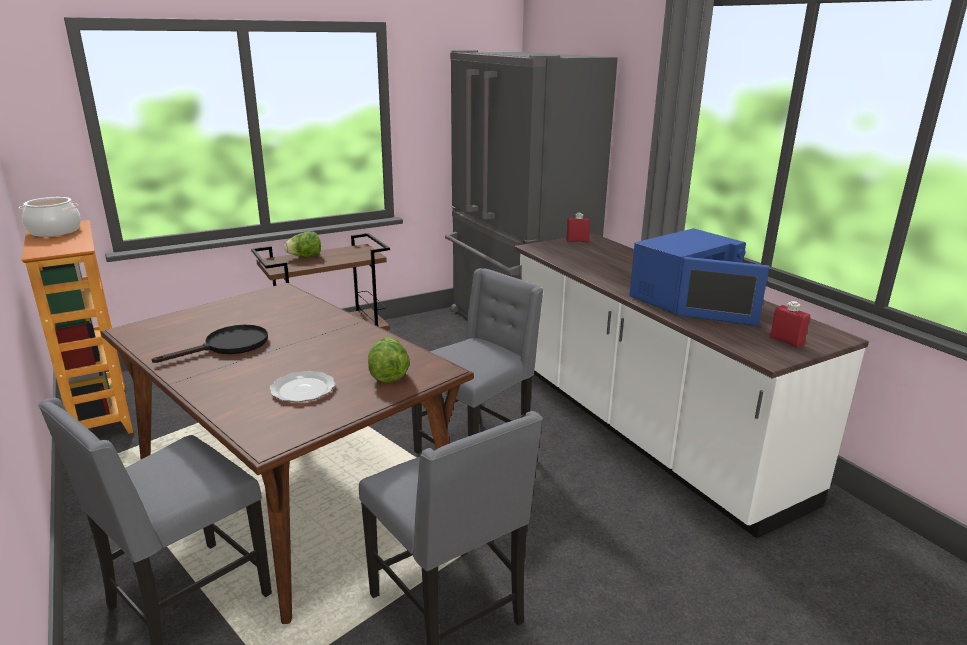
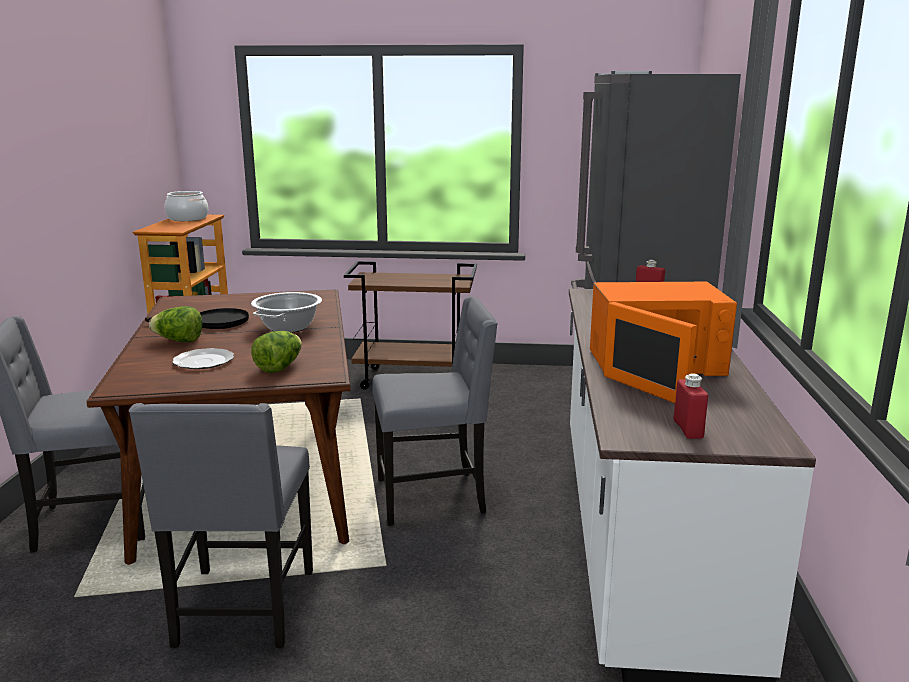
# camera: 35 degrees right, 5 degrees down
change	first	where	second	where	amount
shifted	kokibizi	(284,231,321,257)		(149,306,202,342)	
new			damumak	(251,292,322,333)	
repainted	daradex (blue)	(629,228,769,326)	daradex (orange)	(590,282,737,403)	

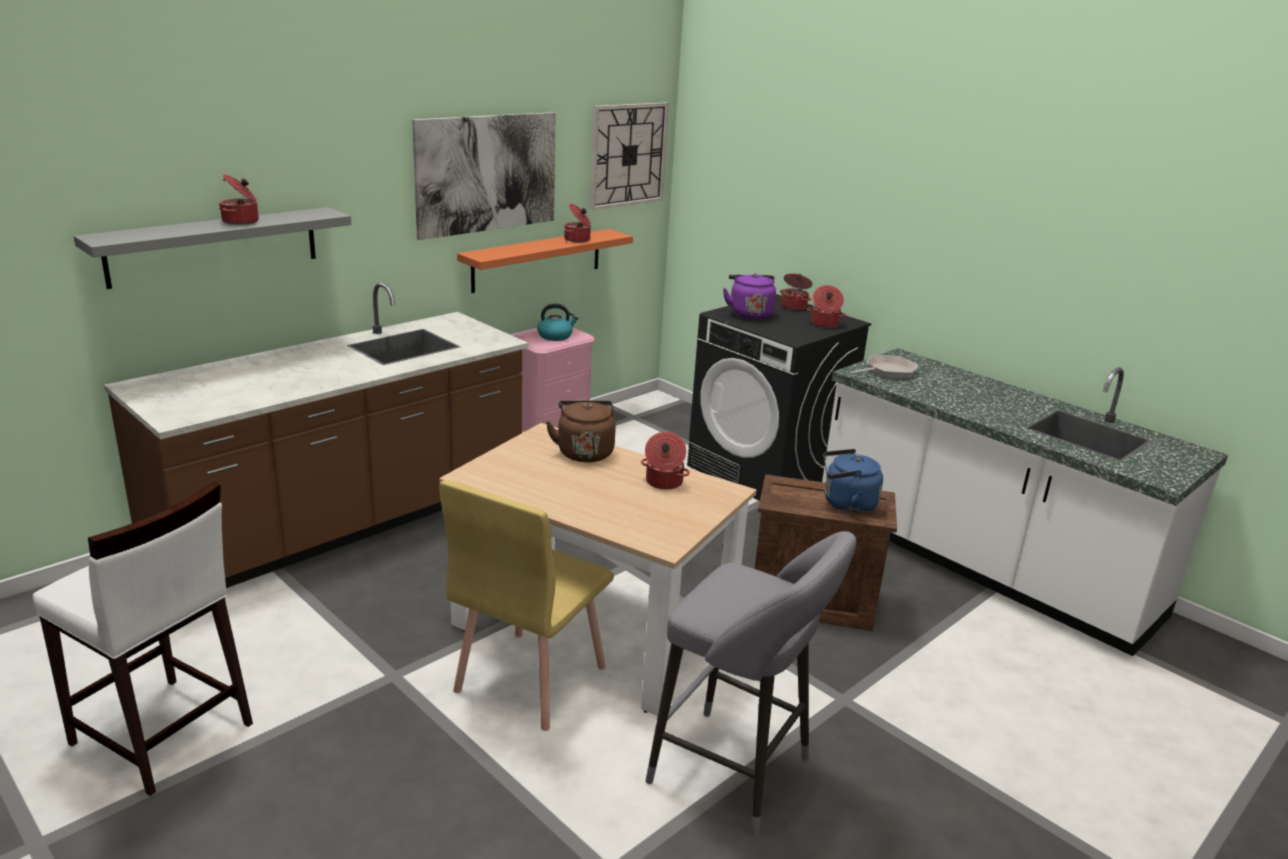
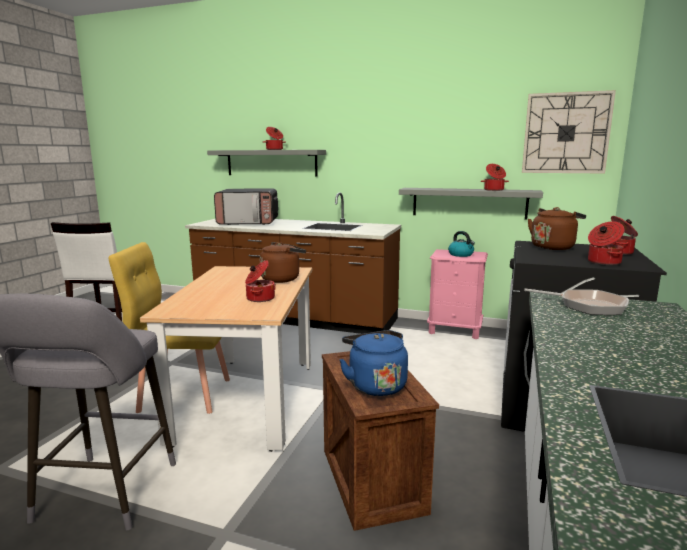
# camera: 65 degrees right, 10 degrees down
change	first	where	second	where	amount
new			daradex	(214,188,278,225)	
repainted	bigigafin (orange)	(457,229,633,293)	bigigafin (grey)	(399,188,543,220)	
repainted	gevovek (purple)	(723,273,776,320)	gevovek (brown)	(528,207,586,250)	
gone	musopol	(412,112,556,240)			

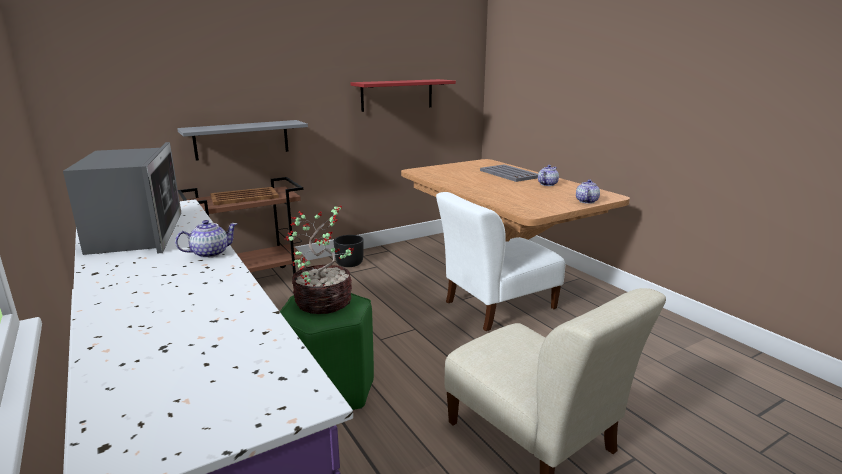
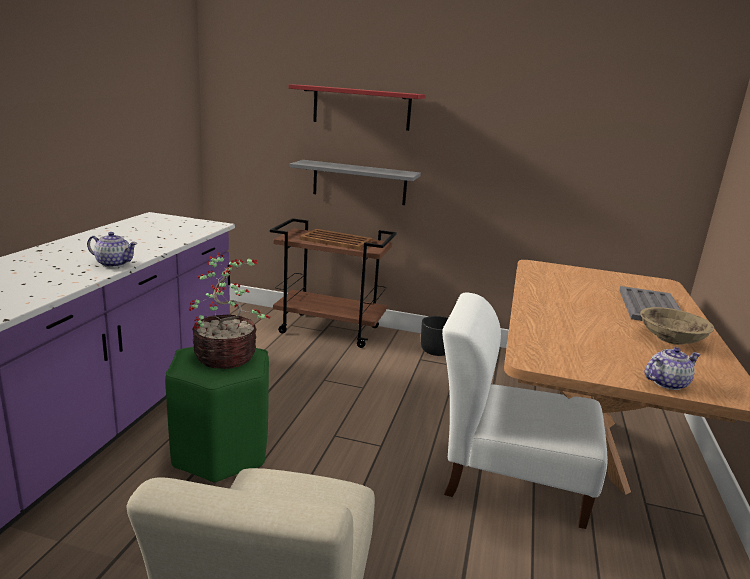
# camera: 45 degrees right, 0 degrees up
change	first	where	second	where	amount
shifted	bigigafin (red)	(350,79,456,112)		(288,84,426,131)	
swapped	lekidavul	(538,165,559,186)	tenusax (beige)	(640,307,714,345)	
gone	daradex	(63,142,181,255)			

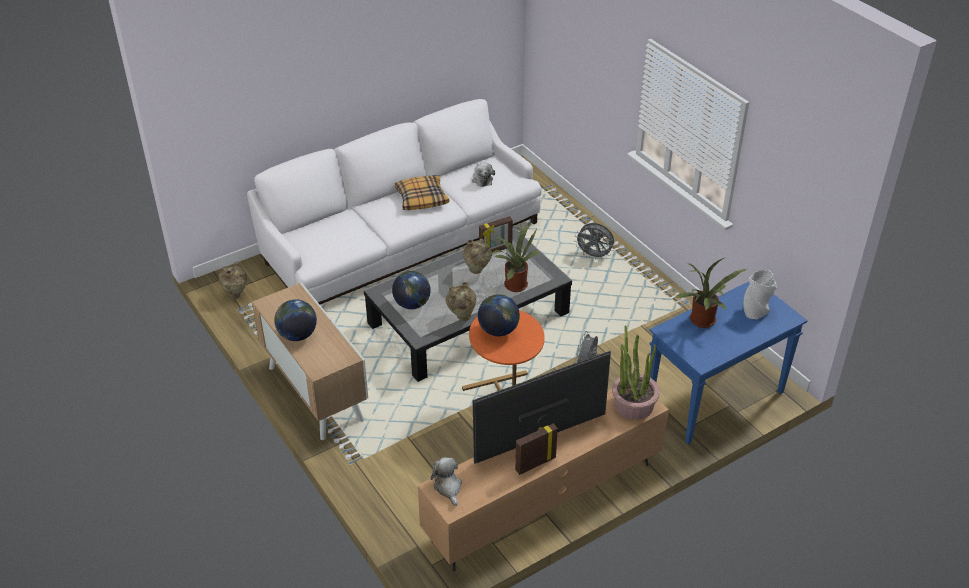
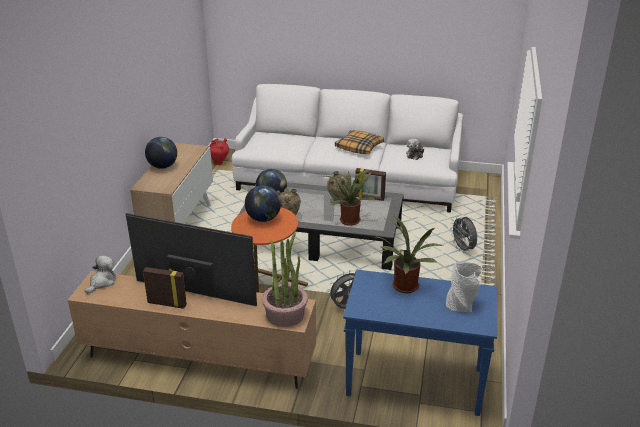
# camera: 45 degrees right, 10 degrees down
change	first	where	second	where	amount
repainted	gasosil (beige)	(218,262,247,300)	gasosil (red)	(209,139,229,165)	

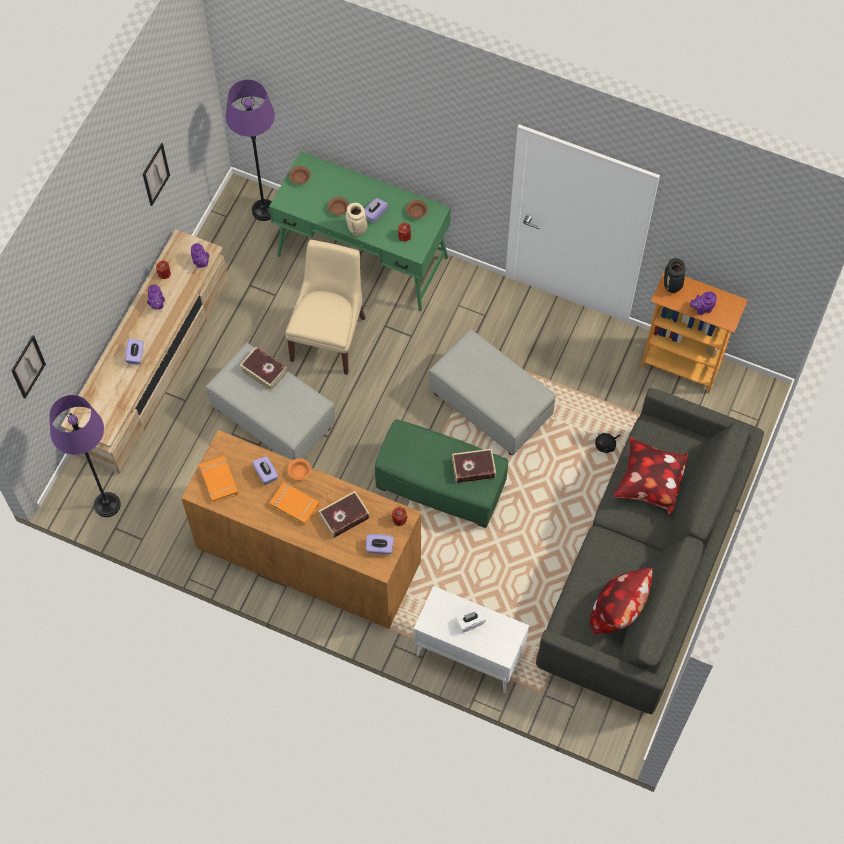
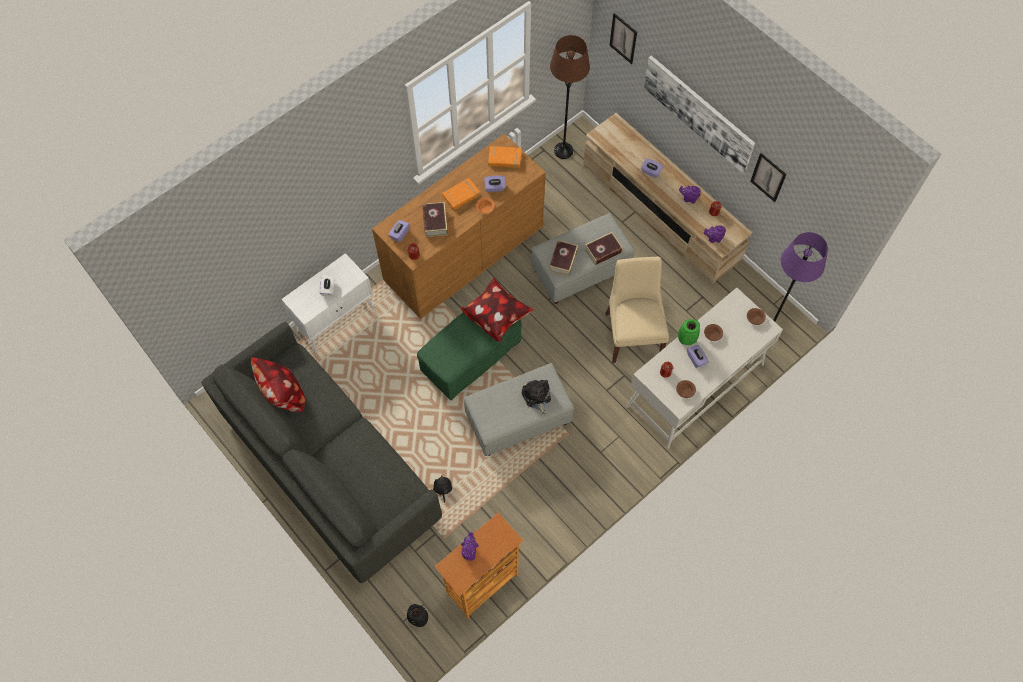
# camera: 115 degrees right, 0 degrees up
change	first	where	second	where	amount
shifted	gasosil (black)	(664,258,686,293)		(407,604,428,627)	
shifted	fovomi	(613,437,688,514)		(461,278,533,341)	
new			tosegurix	(522,380,551,414)	
shifted	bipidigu	(452,449,496,483)		(549,240,578,276)	
repainted	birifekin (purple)	(49,395,121,517)	birifekin (brown)	(550,35,590,159)	
rotated	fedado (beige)	(285,240,366,375)		(605,257,669,363)	135 degrees counterclockwise
repainted	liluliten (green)	(269,151,451,311)	liluliten (white)	(626,288,783,449)	
new			musopol	(643,56,755,173)	
repainted	gasosil (beige)	(346,203,367,236)	gasosil (green)	(678,319,700,345)	

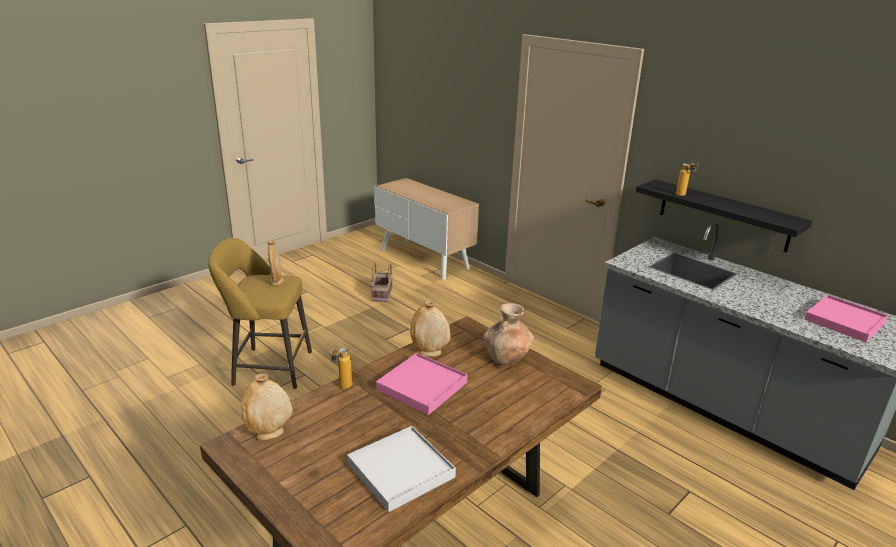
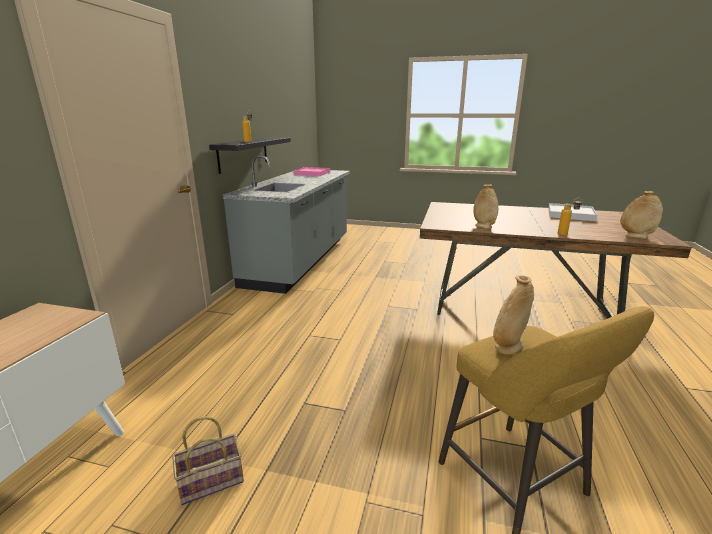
# camera: 120 degrees left, 5 degrees down
change	first	where	second	where	amount
gone	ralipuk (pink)	(376,353,467,415)			
gone	gasosil (brown)	(483,303,534,365)			

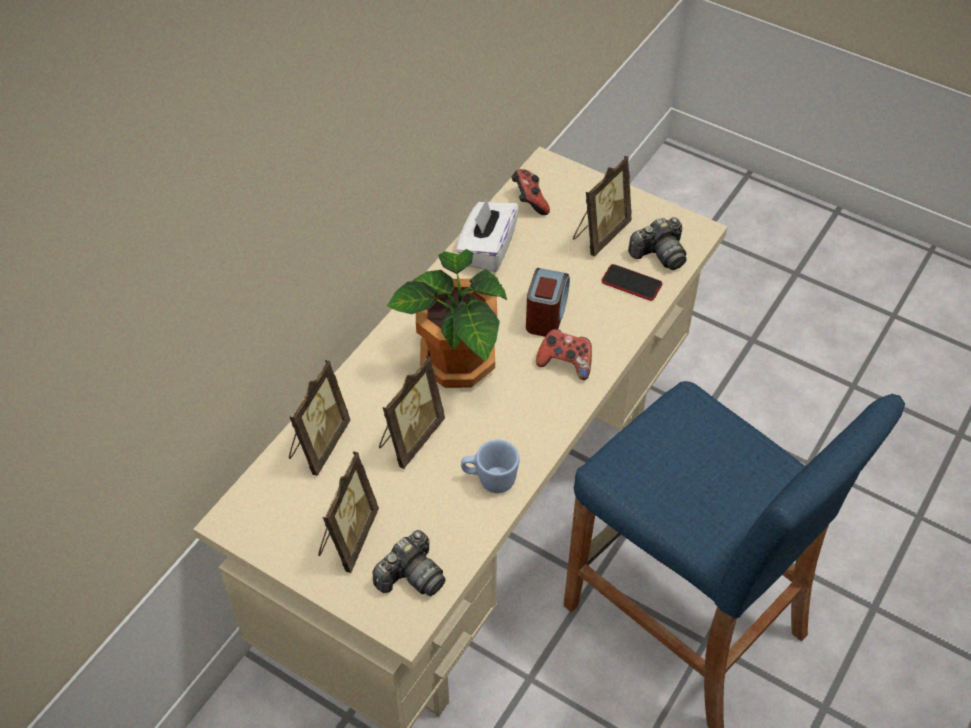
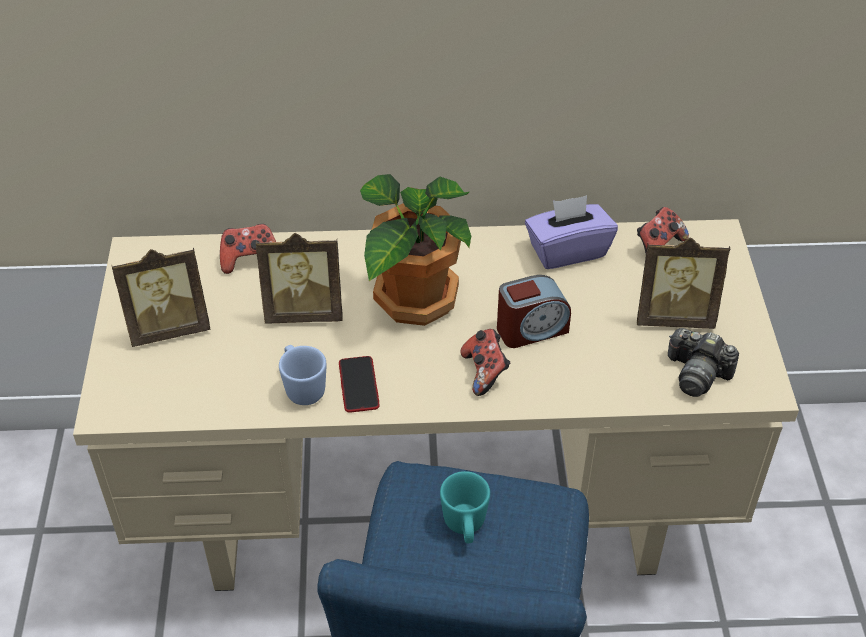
# camera: 55 degrees right, 5 degrees down
change	first	where	second	where	amount
swapped	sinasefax	(289,360,350,476)	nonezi	(220,224,276,274)	
shifted	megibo	(601,264,662,301)		(339,356,380,413)	
new			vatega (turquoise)	(440,471,490,543)	
repainted	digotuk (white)	(456,198,519,272)	digotuk (purple)	(525,195,618,269)	
gone	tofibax	(373,530,446,596)			

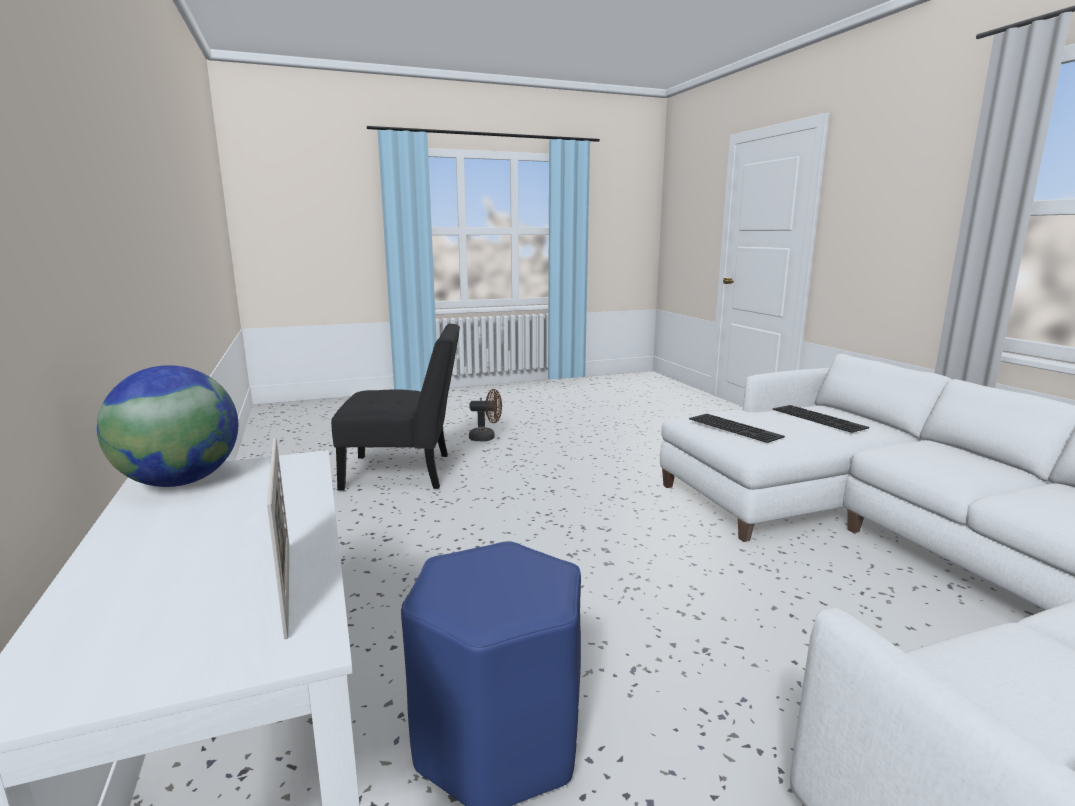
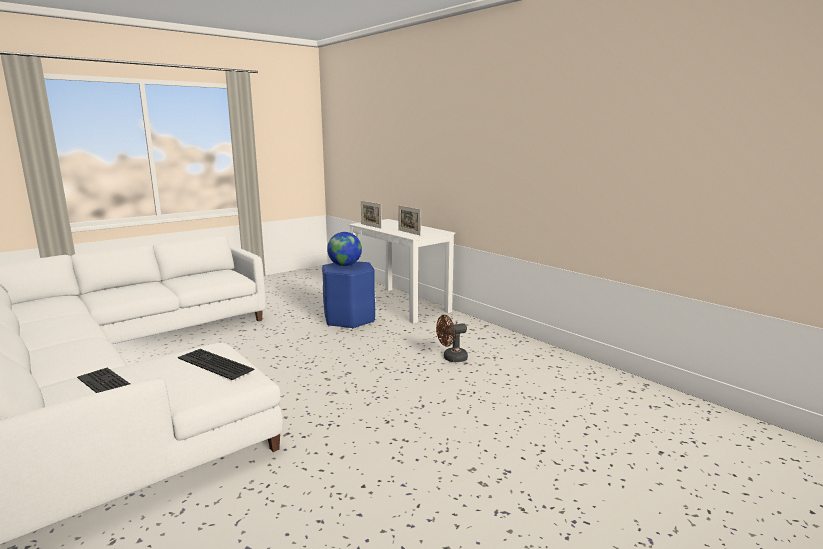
# camera: 160 degrees right, 0 degrees up
change	first	where	second	where	amount
shifted	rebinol	(97,365,238,487)		(327,232,362,266)	
new			sinasefax	(398,205,421,236)	
shifted	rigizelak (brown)	(469,389,502,441)		(436,315,468,362)	
gone	fedado (black)	(331,324,460,491)			

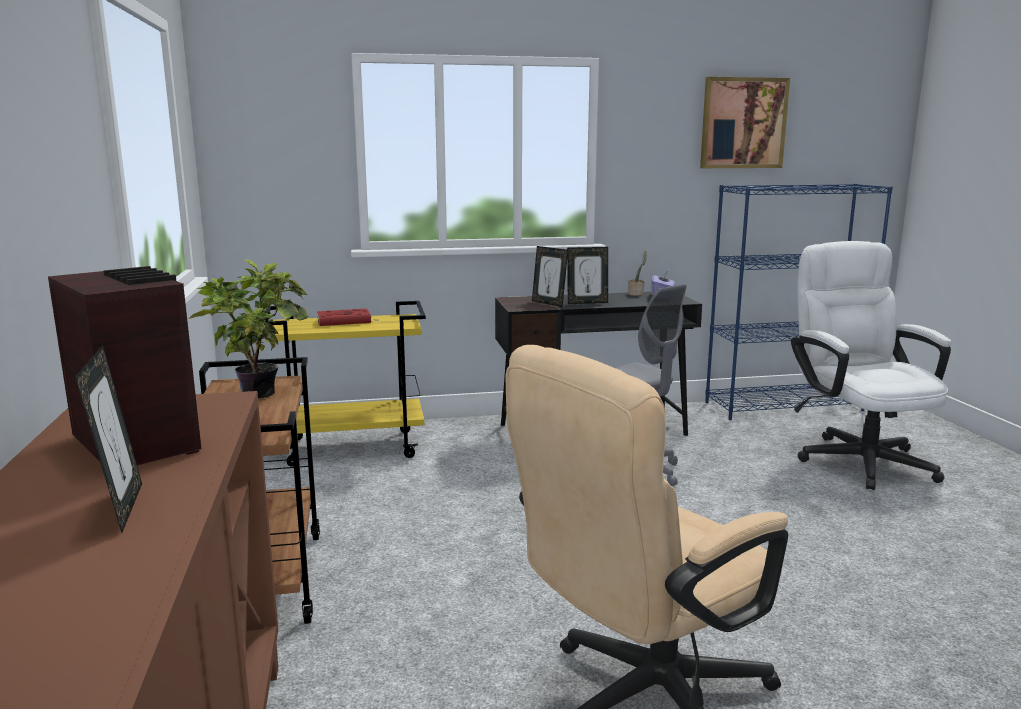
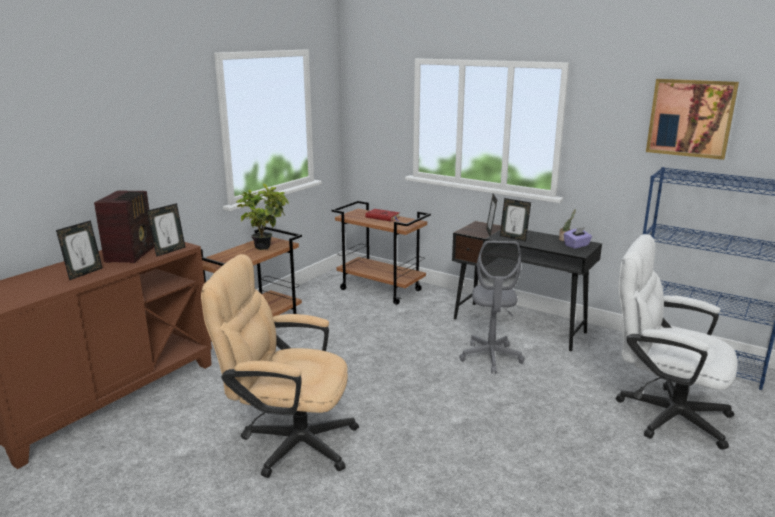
# camera: 45 degrees right, 5 degrees up
change	first	where	second	where	amount
new			sinasefax	(147,203,186,257)	
repainted	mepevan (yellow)	(261,301,426,467)	mepevan (brown)	(332,201,431,305)	
rotated	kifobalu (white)	(791,241,951,490)		(616,234,737,449)	90 degrees counterclockwise

